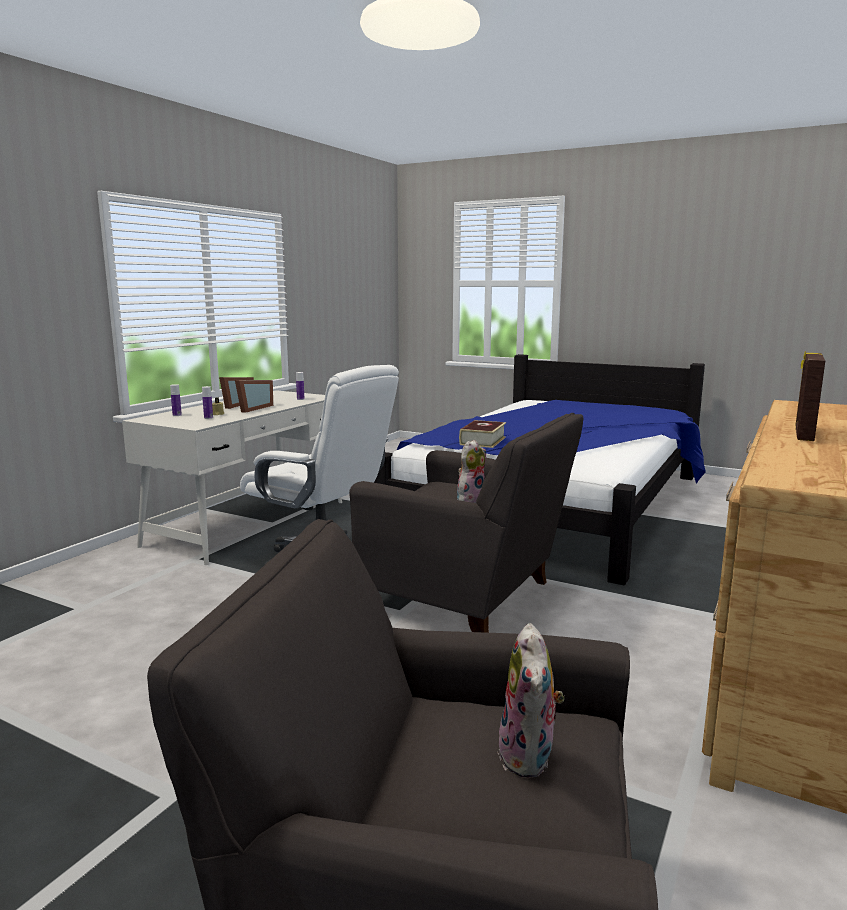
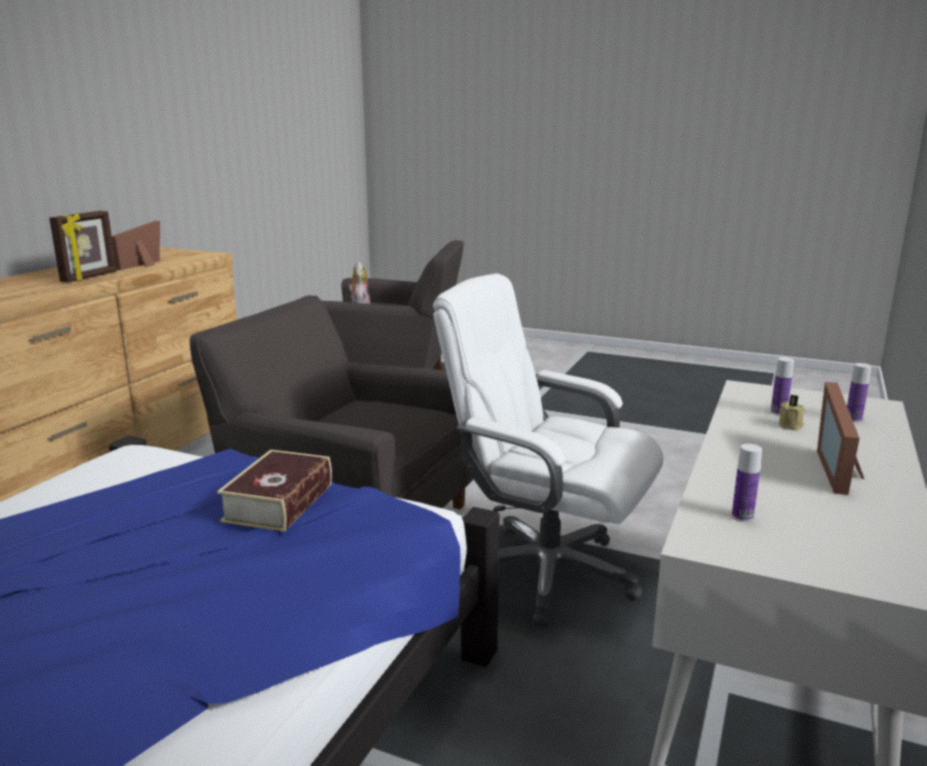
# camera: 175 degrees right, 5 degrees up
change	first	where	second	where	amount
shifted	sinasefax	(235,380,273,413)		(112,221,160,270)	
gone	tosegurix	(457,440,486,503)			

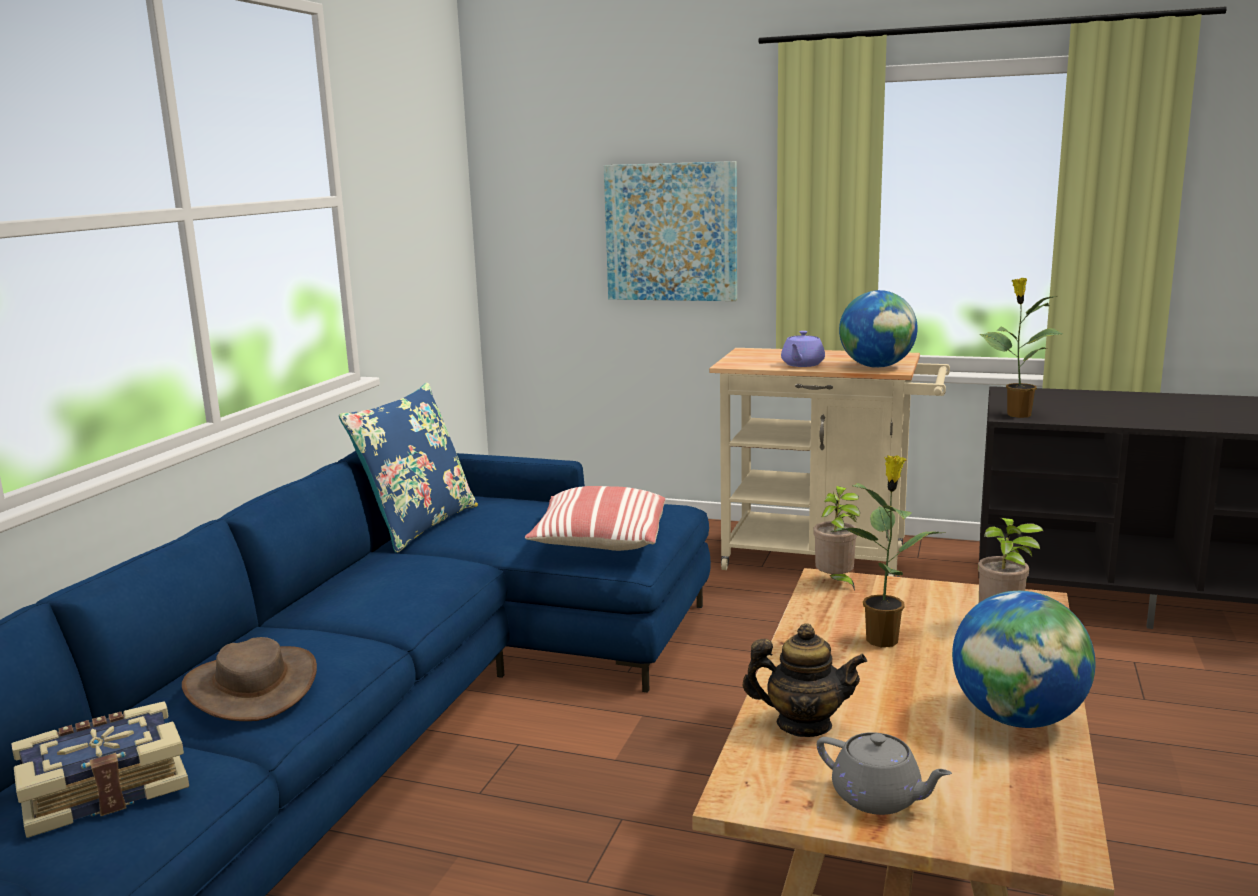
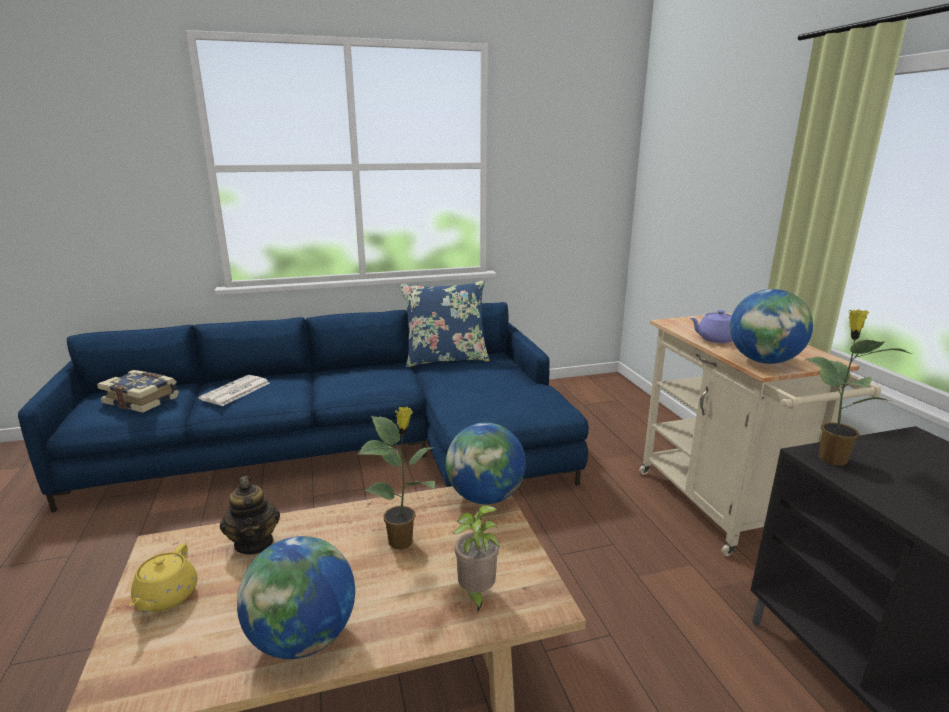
# camera: 55 degrees right, 5 degrees up
change	first	where	second	where	amount
repainted	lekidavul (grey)	(817,732,952,815)	lekidavul (yellow)	(129,544,198,613)	
swapped	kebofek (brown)	(182,637,317,721)	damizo	(198,375,270,406)	
swapped	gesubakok	(813,486,860,591)	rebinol	(446,423,526,504)	
gone	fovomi	(525,486,665,551)			
gone	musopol	(604,161,737,301)			

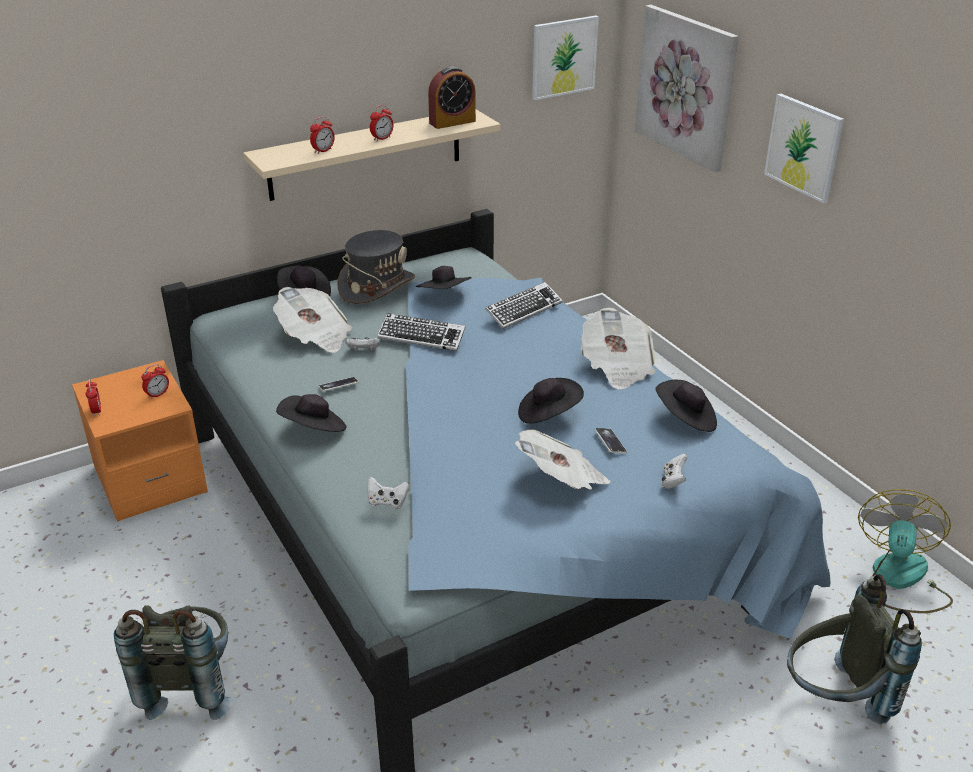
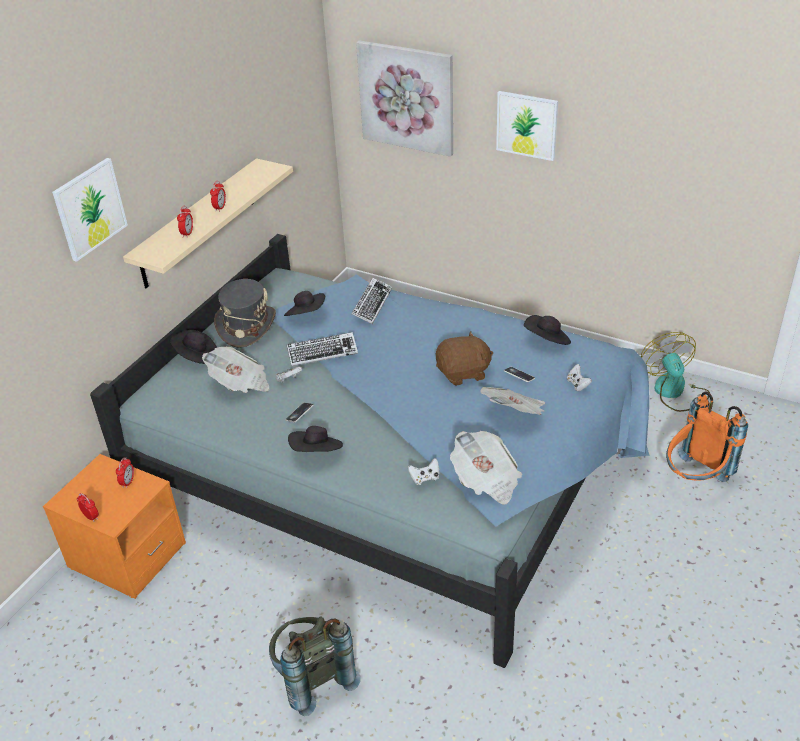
# camera: 30 degrees left, 5 degrees up
change	first	where	second	where	amount
shifted	musopol	(532,16,599,100)		(52,158,128,262)	
swapped	kebofek (black)	(518,378,584,424)	tosegurix (brown)	(436,331,493,386)	
shifted	damizo	(581,308,655,390)		(450,431,522,505)	
repainted	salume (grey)	(787,574,922,724)	salume (orange)	(666,391,748,482)	
gone	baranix	(428,66,476,129)			

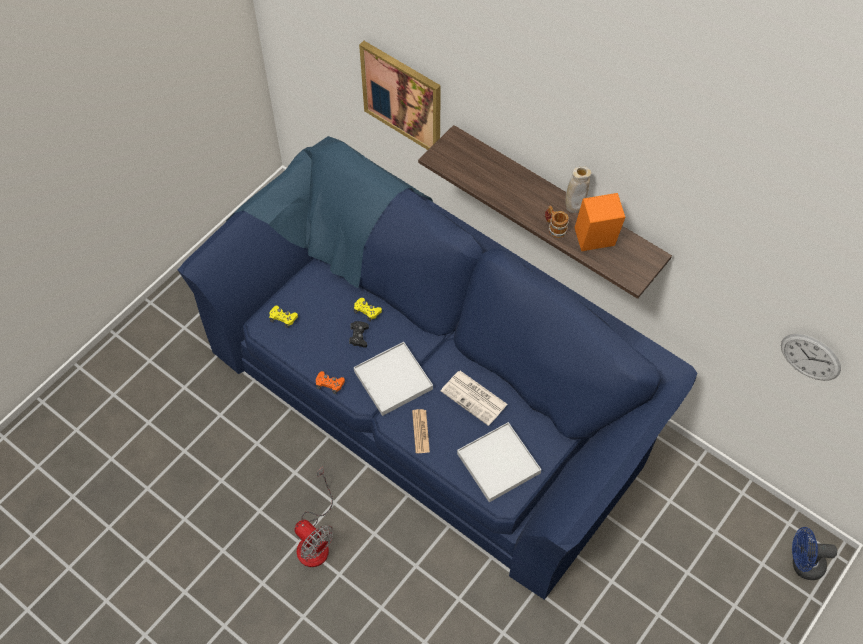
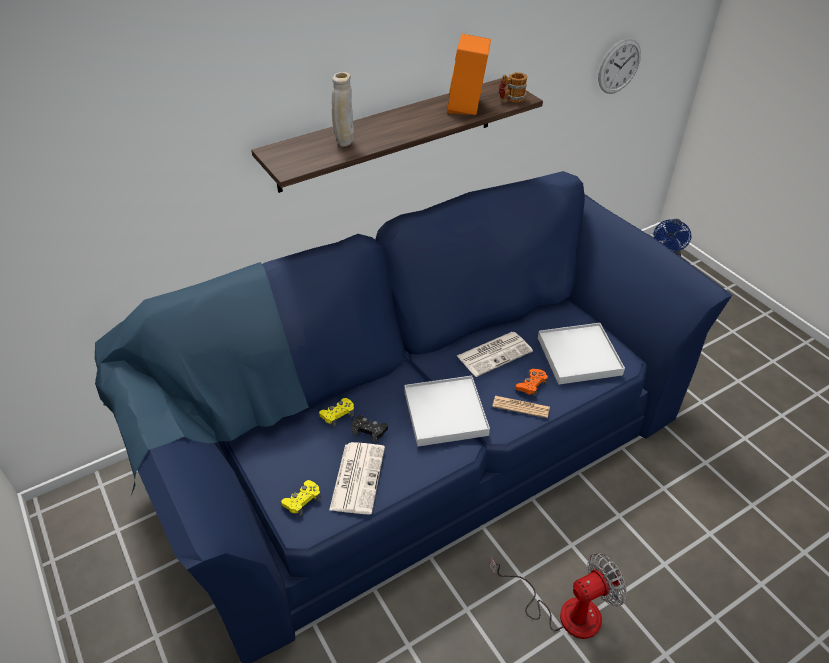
# camera: 70 degrees left, 15 degrees down
change	first	where	second	where	amount
new			damizo	(329,442,385,514)	
shifted	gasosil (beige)	(565,167,591,213)		(332,72,354,147)	
shifted	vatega	(545,206,569,238)		(499,72,527,103)	
shifted	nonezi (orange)	(316,371,345,394)		(515,369,548,397)	
gone	musopol	(359,41,441,150)			

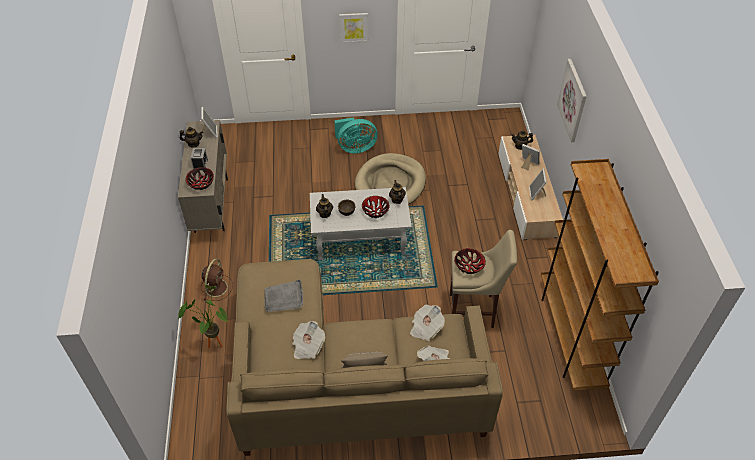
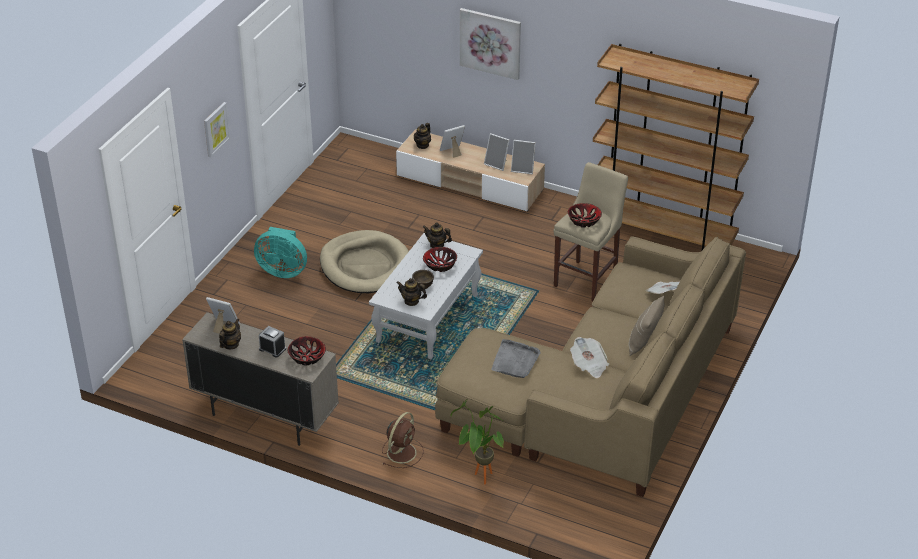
# camera: 60 degrees left, 10 degrees down
change	first	where	second	where	amount
rotated	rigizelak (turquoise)	(334,117,378,153)		(254,227,307,278)	90 degrees clockwise
rotated	rigizelak (brown)	(201,259,233,301)		(382,412,424,468)	75 degrees clockwise
new			sinasefax	(511,140,536,174)	
gone	damizo	(410,304,445,341)			

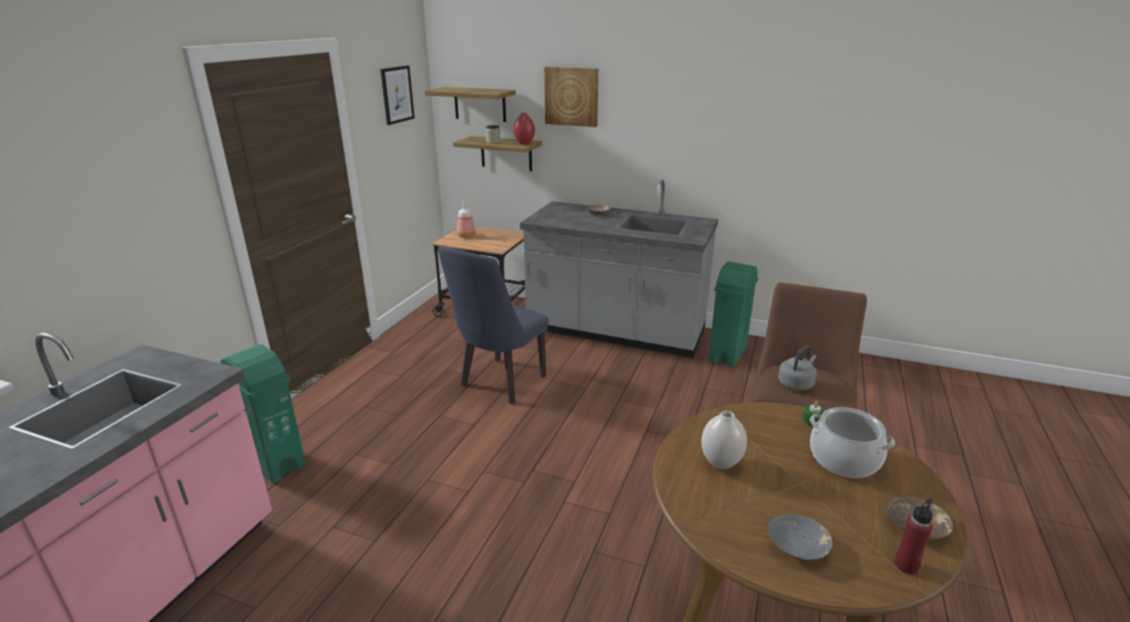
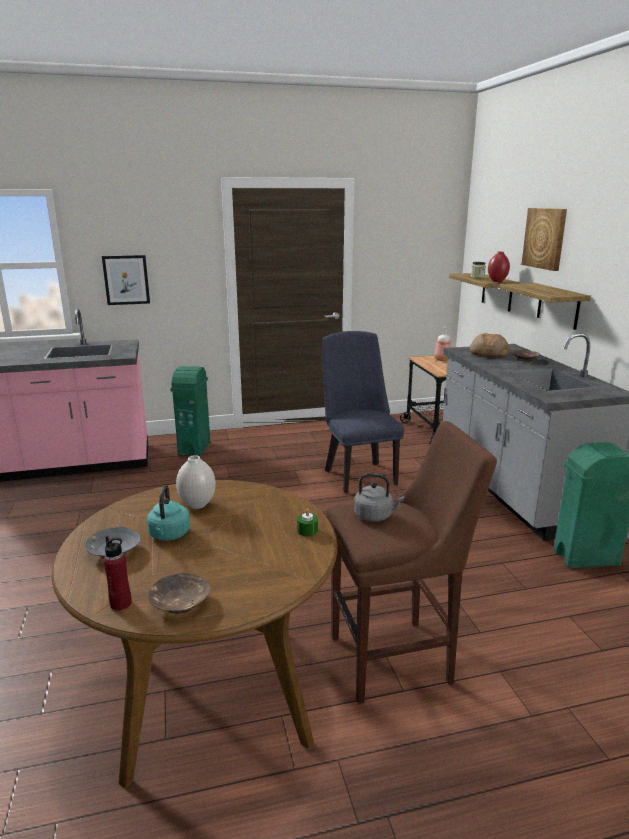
# camera: 55 degrees right, 5 degrees down
change	first	where	second	where	amount
shifted	musopol	(380,65,415,125)		(102,255,150,305)	
new			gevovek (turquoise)	(147,485,190,541)	
rotated	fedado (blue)	(438,246,549,404)		(322,331,404,493)	75 degrees clockwise
new			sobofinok	(470,333,510,357)	
shifted	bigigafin	(425,87,516,122)		(499,283,591,330)	
gone	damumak	(810,407,895,478)			

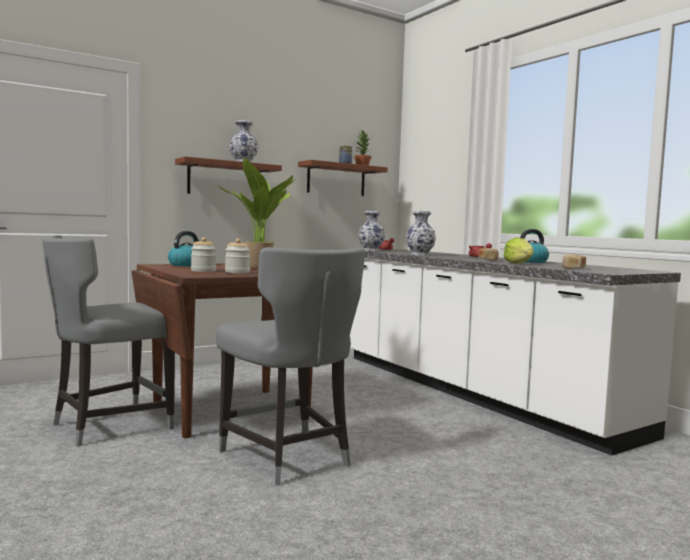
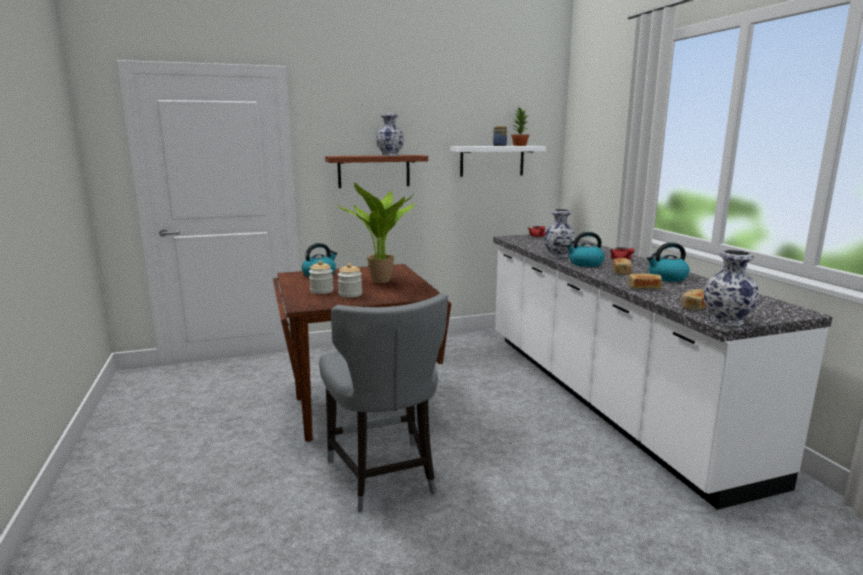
# camera: 15 degrees right, 10 degrees up
change	first	where	second	where	amount
repainted	bigigafin (brown)	(298,160,388,196)	bigigafin (white)	(450,146,546,177)	
new			gevovek	(566,232,604,267)	
swapped	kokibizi	(504,237,533,264)	sobofinok	(628,274,662,289)	
shifted	gasosil	(358,211,385,251)		(703,250,759,326)	
gone	fedado (grey)	(42,235,175,446)			

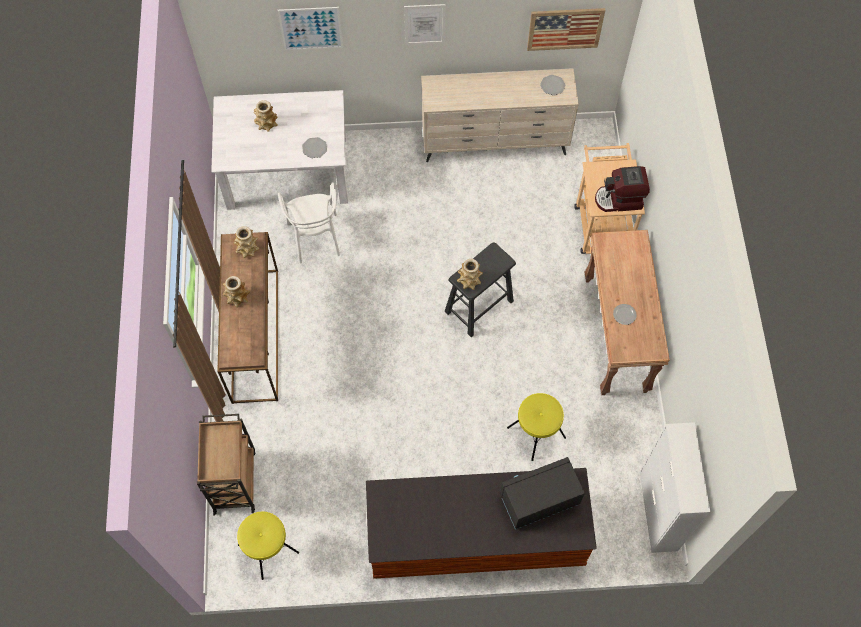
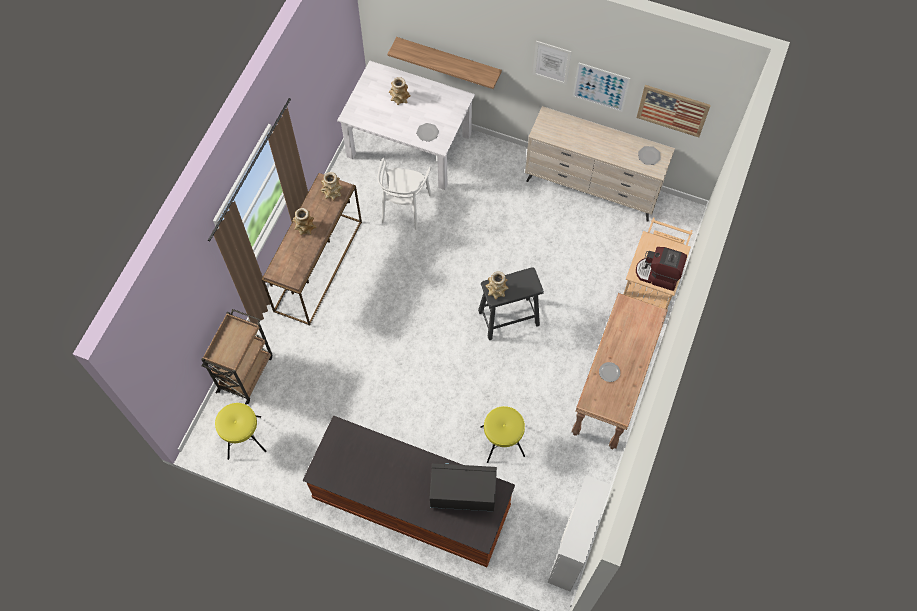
# camera: 25 degrees right, 0 degrees up
change	first	where	second	where	amount
new			bigigafin	(387,37,502,89)	
shifted	musopol	(278,7,343,50)		(573,62,630,112)	

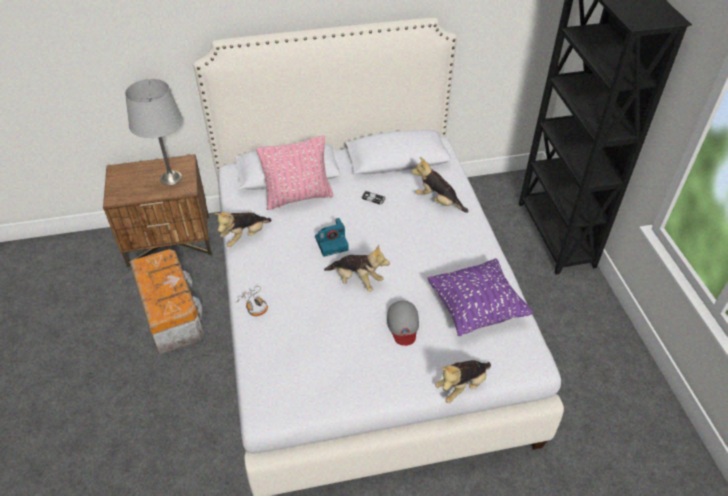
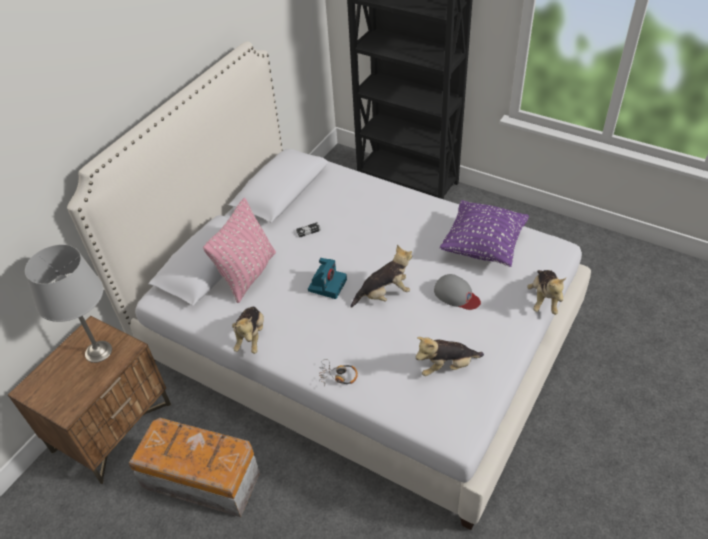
# camera: 45 degrees left, 0 degrees up
change	first	where	second	where	amount
shifted	tosegurix	(412,157,469,213)		(416,337,484,376)	

